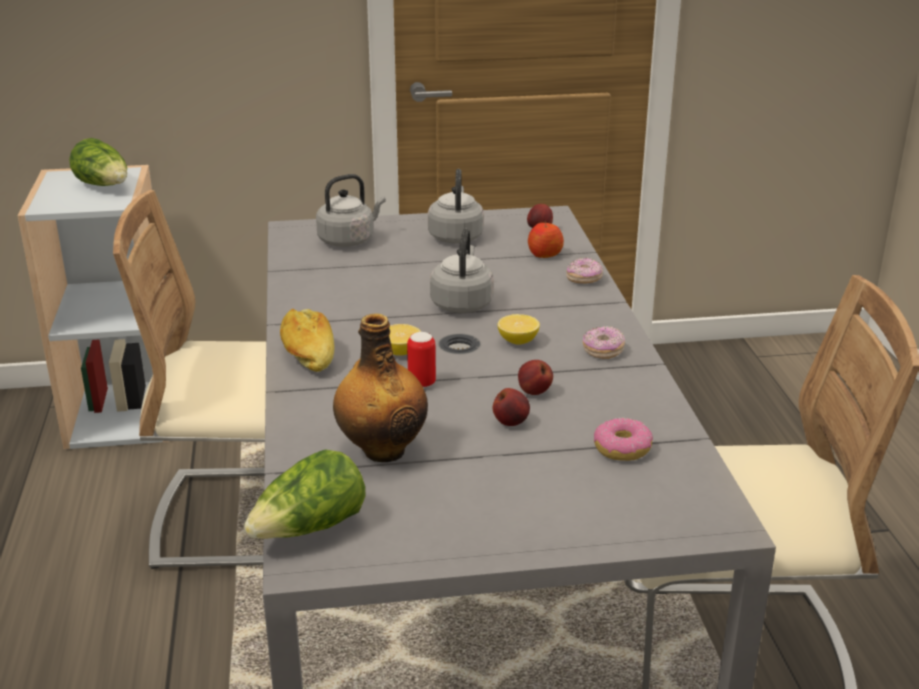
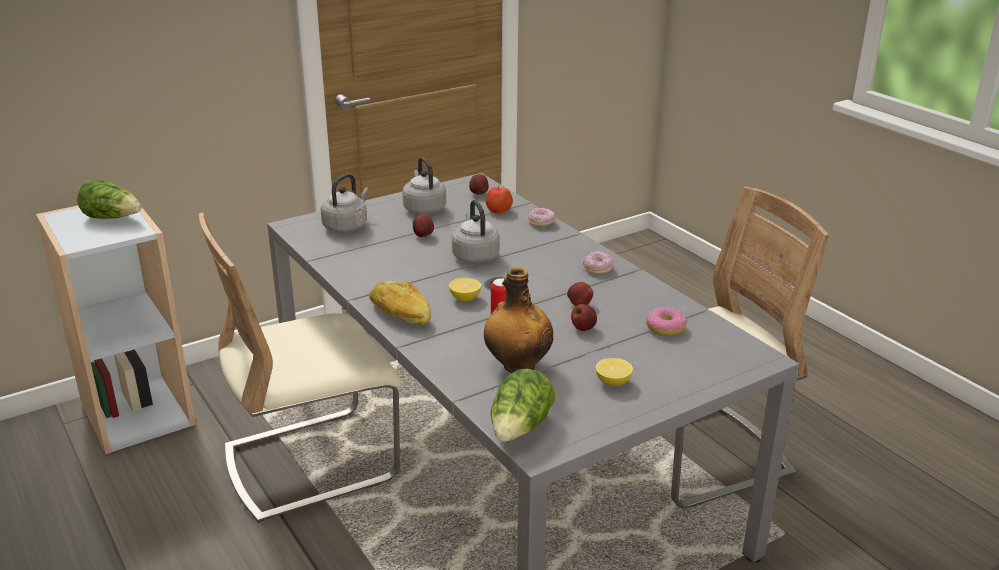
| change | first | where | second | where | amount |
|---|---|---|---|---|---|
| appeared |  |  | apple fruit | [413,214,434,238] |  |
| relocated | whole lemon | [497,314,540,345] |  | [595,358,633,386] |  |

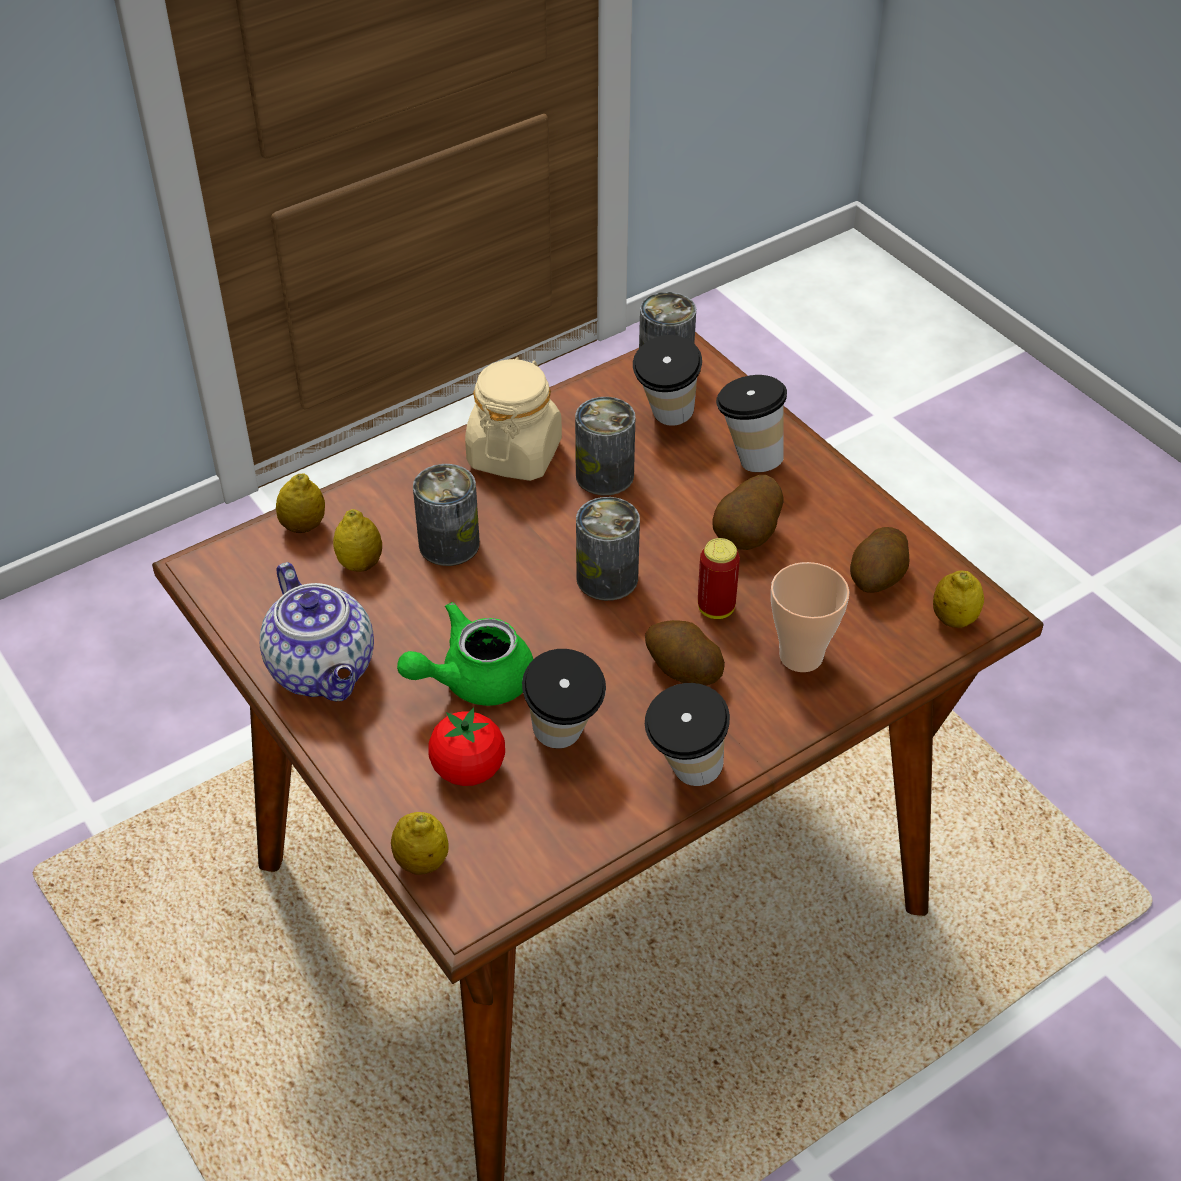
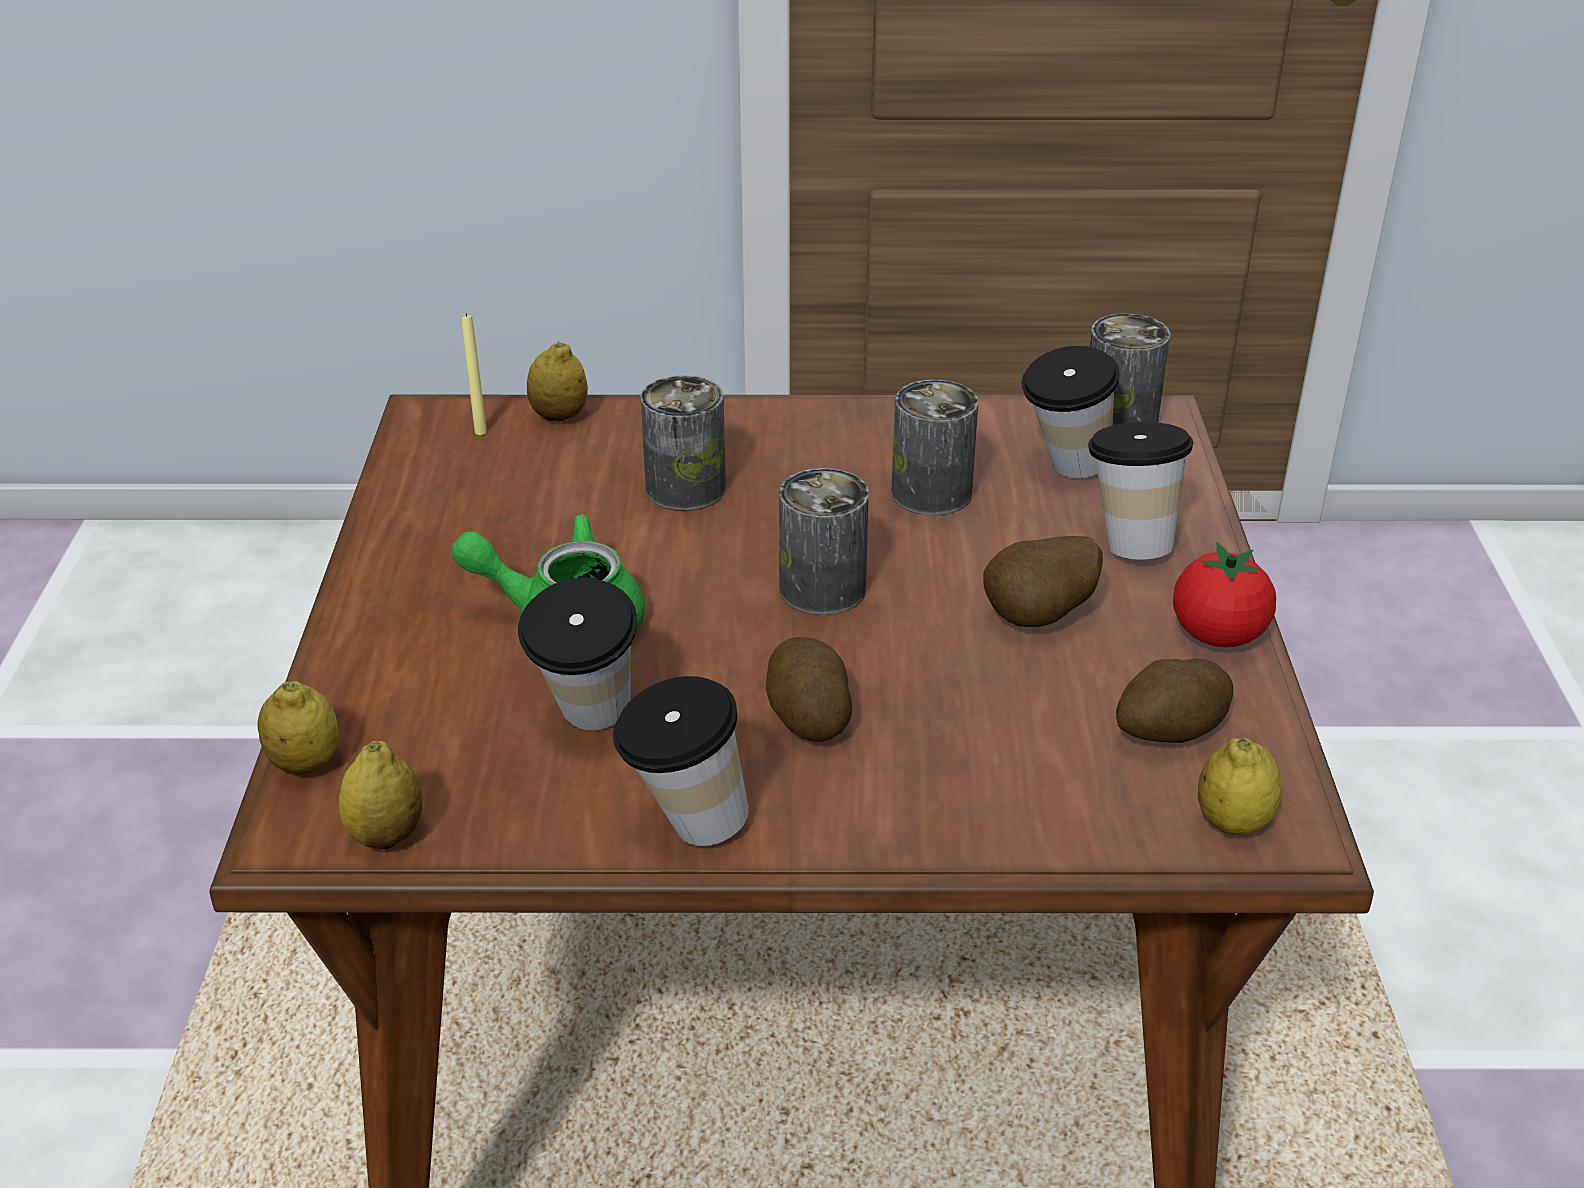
| change | first | where | second | where | amount |
|---|---|---|---|---|---|
| relocated | whole lemon | [333,509,382,572] |  | [339,741,423,850] |  |
| appeared |  |  | wax light/yellow-coloured | [462,313,487,435] |  |
| relocated | fresh tomato | [429,708,505,786] |  | [1173,542,1276,647] |  |
| missing | tea pot | [260,562,374,701] |  |  |  |
| missing | storage jar/beige-coloured | [465,357,562,481] |  |  |  |
| missing | metal can | [698,538,740,619] |  |  |  |
| missing | small cup | [771,562,850,672] |  |  |  |

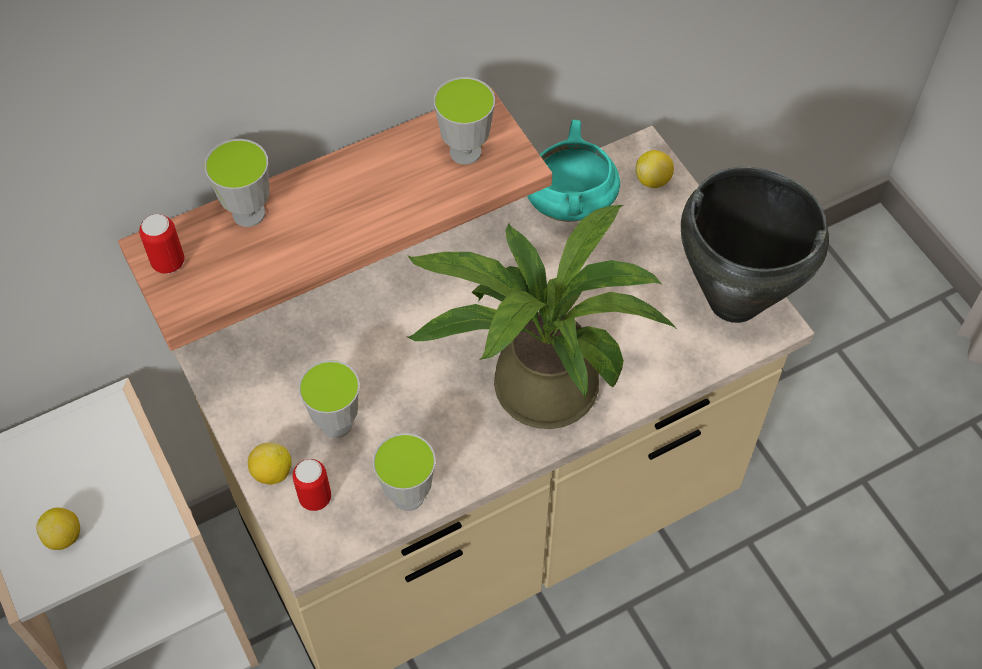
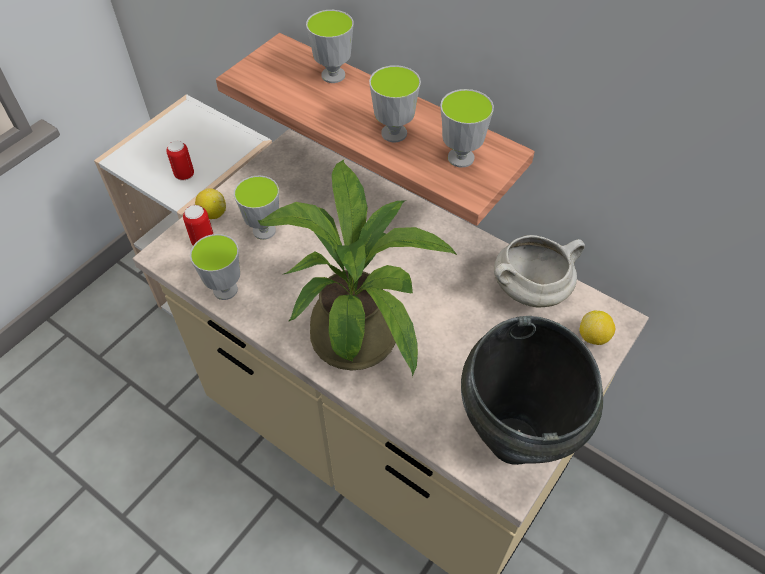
| change | first | where | second | where | amount |
|---|---|---|---|---|---|
| relocated | metal can | [139,214,185,274] |  | [166,141,194,180] |  |
| appeared |  |  | small cup | [369,65,421,142] |  |
| colour | saucepot/turquoise | [527,120,620,222] | saucepot/white | [494,235,585,307] |  |
| missing | whole lemon | [36,508,80,550] |  |  |  |

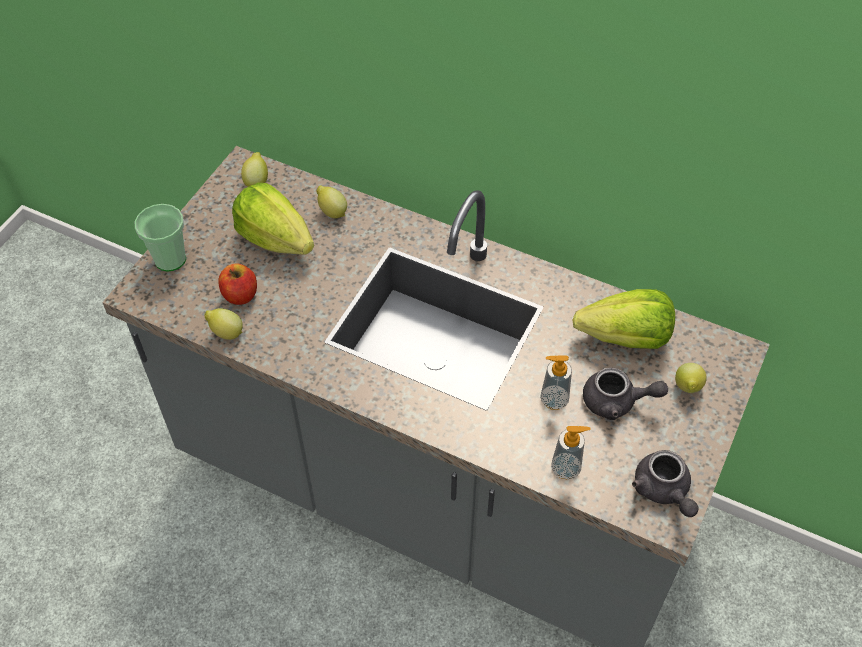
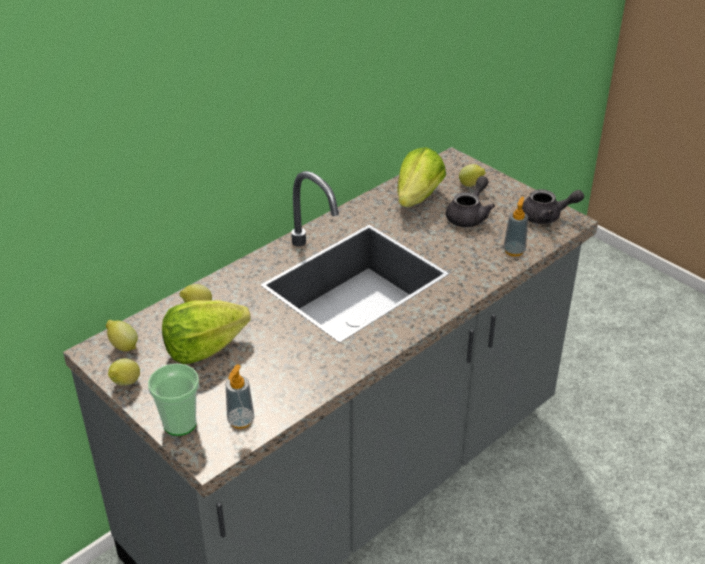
| change | first | where | second | where | amount |
|---|---|---|---|---|---|
| relocated | whole lemon | [204,308,243,340] |  | [108,358,140,386] |  |
| relocated | liquid soap bottle | [540,355,572,410] |  | [226,364,255,429] |  |
| missing | apple fruit | [218,263,257,305] |  |  |  |

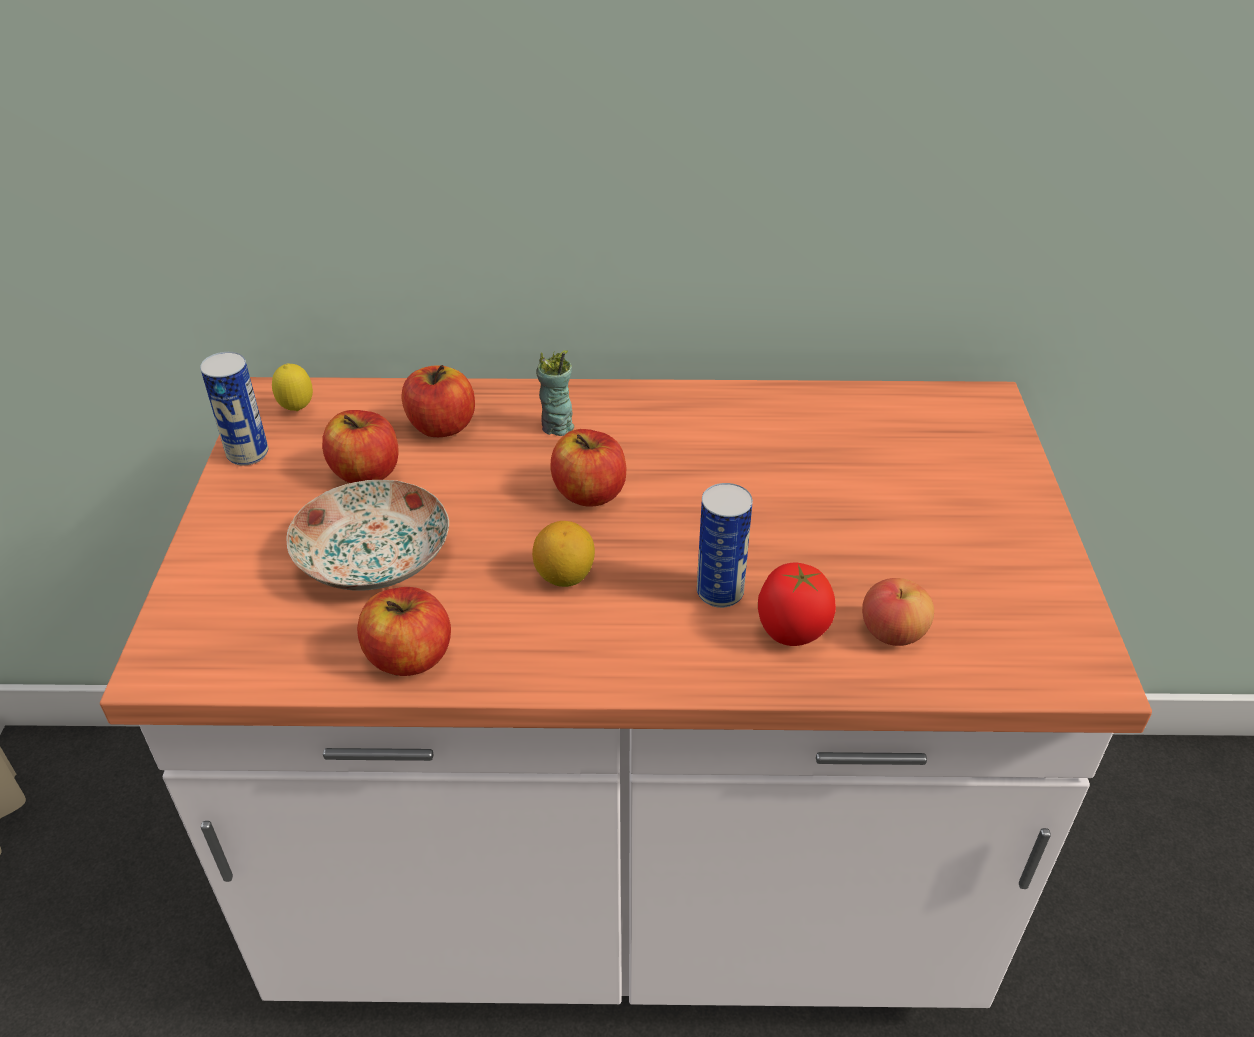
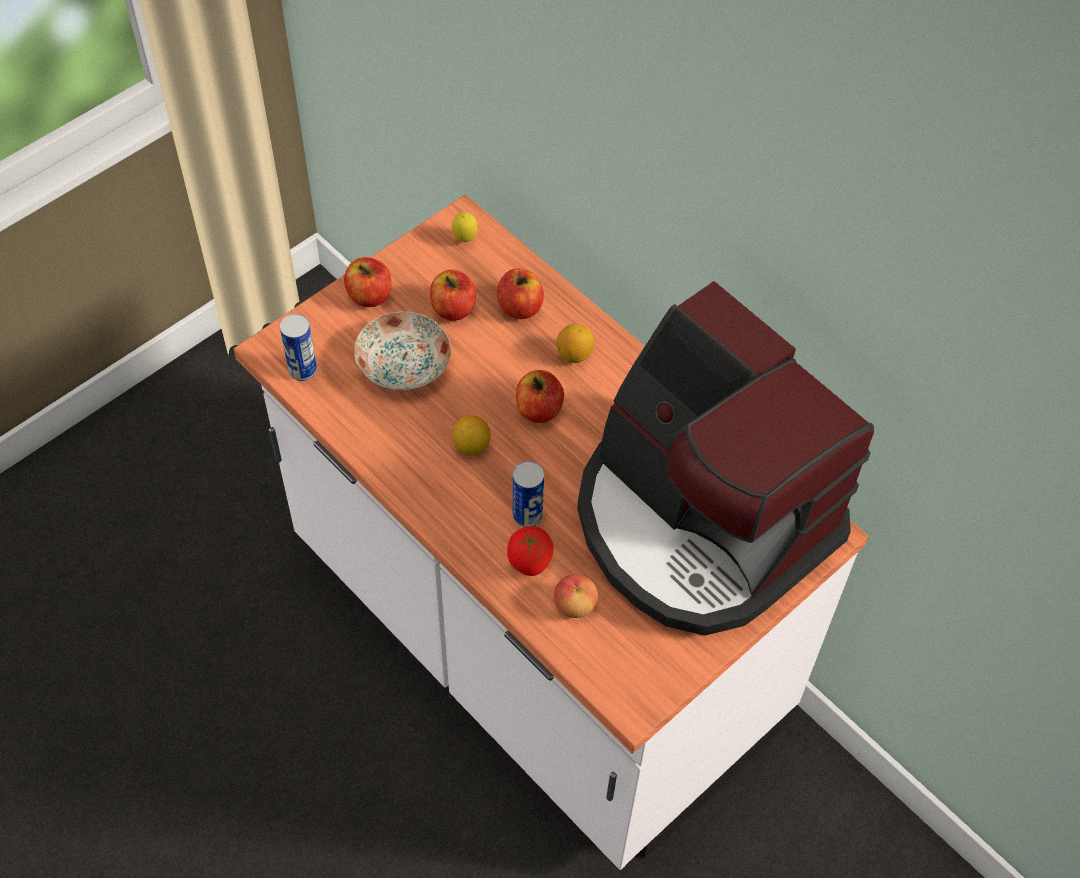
| change | first | where | second | where | amount |
|---|---|---|---|---|---|
| relocated | metal can | [200,352,268,465] |  | [280,314,317,381] |  |
| relocated | apple fruit | [357,587,451,676] |  | [344,257,391,307] |  |
| exchanged | small cup | [536,350,574,436] | whole lemon | [556,324,594,363] |  |
| appeared |  |  | coffee maker | [577,281,874,636] |  |

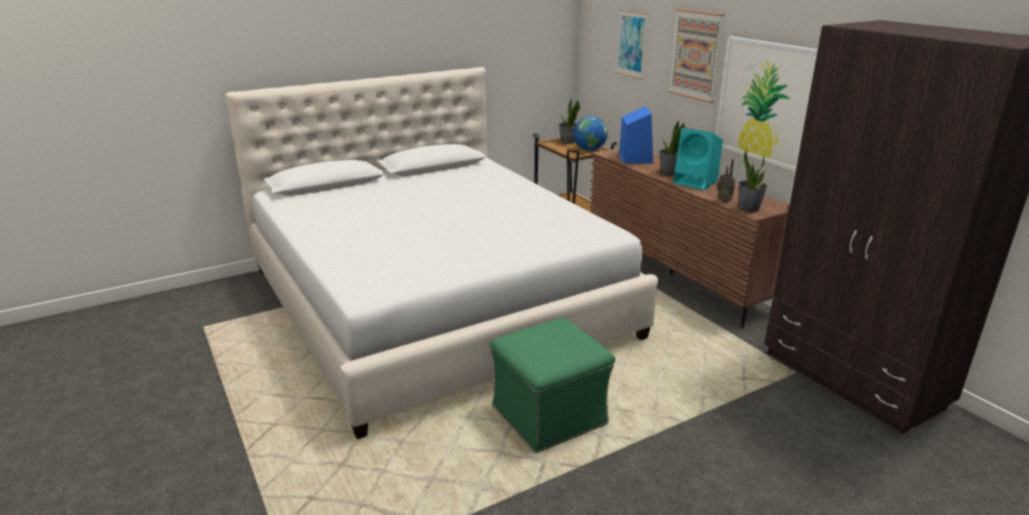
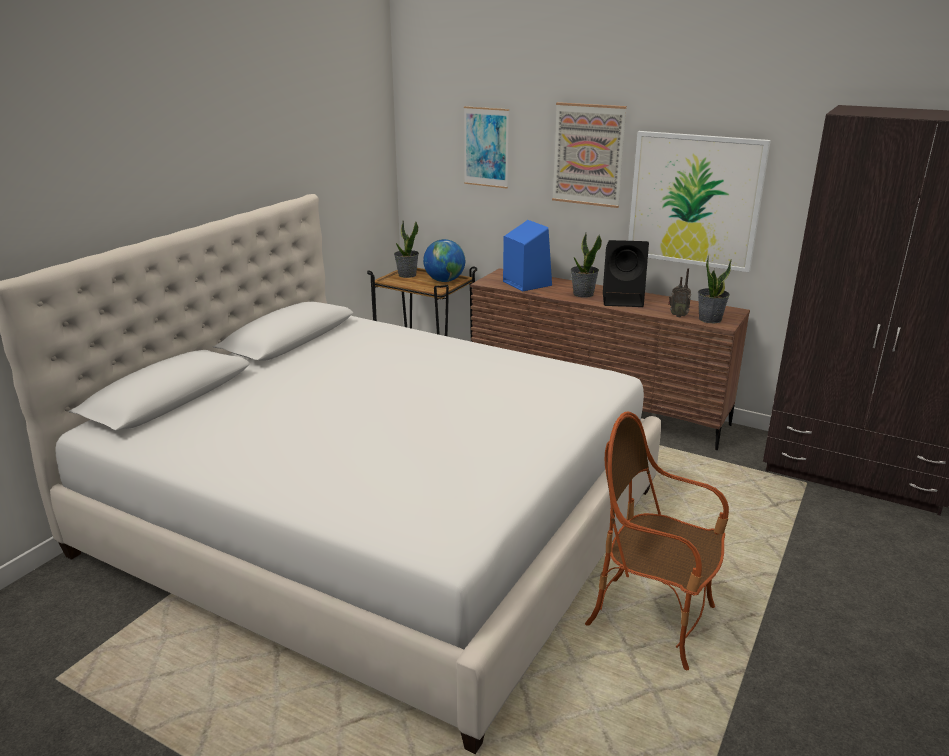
| change | first | where | second | where | amount |
|---|---|---|---|---|---|
| exchanged | pouffe/green-coloured | [490,318,615,453] | armchair | [585,412,729,670] |  |
| colour | audio speaker/turquoise | [673,128,723,190] | audio speaker/black-coloured | [603,240,649,307] |  |

